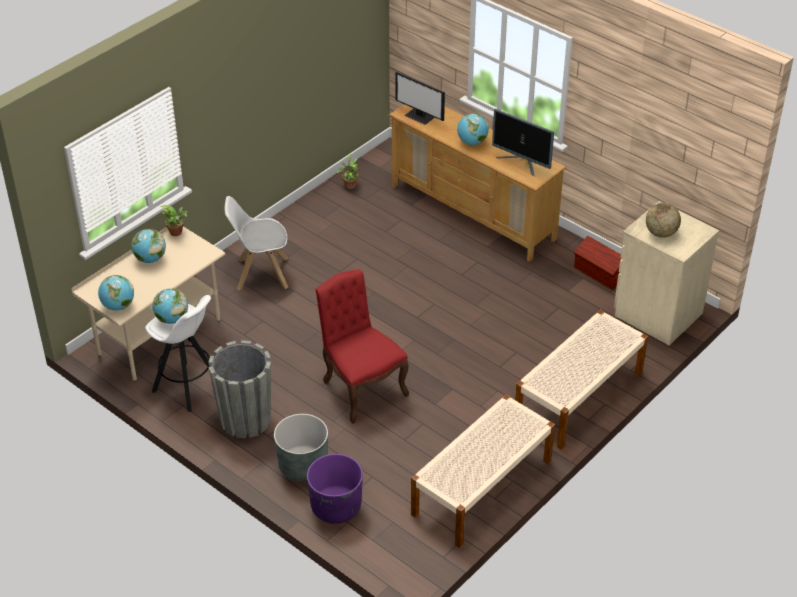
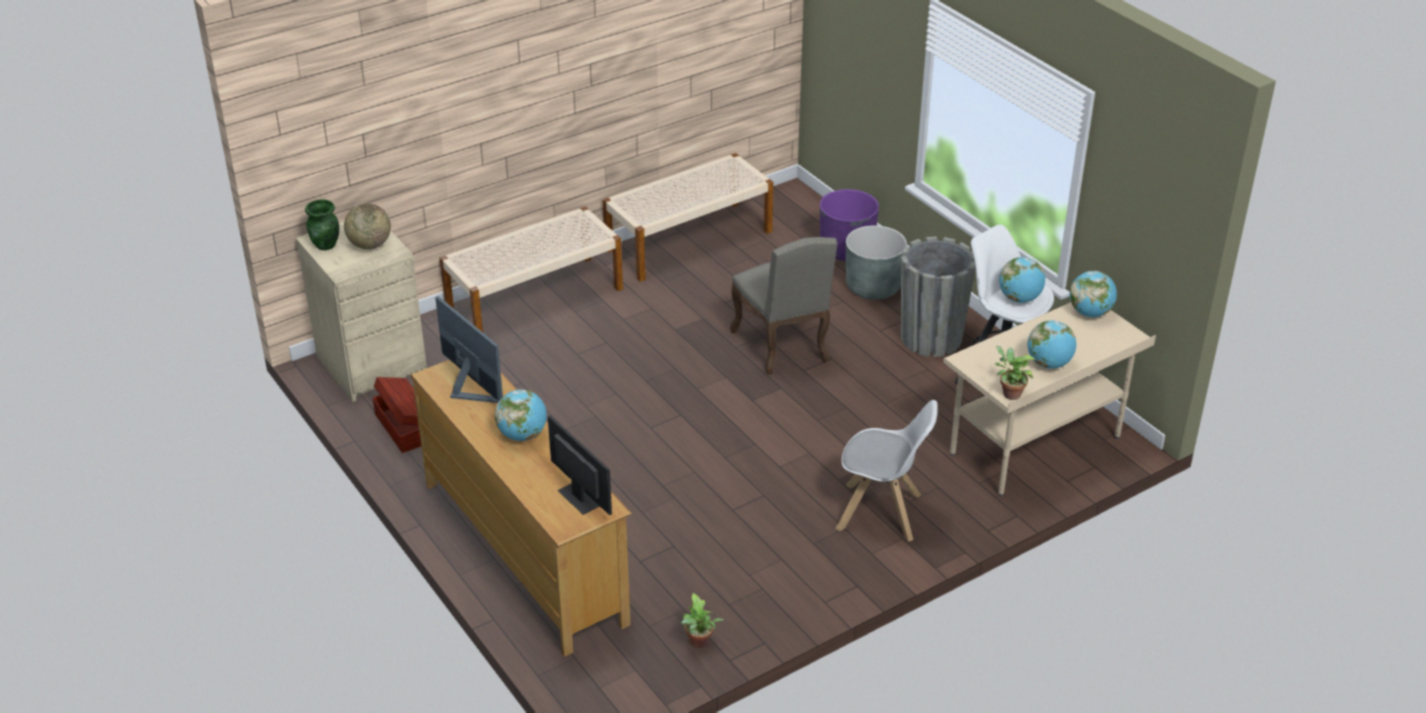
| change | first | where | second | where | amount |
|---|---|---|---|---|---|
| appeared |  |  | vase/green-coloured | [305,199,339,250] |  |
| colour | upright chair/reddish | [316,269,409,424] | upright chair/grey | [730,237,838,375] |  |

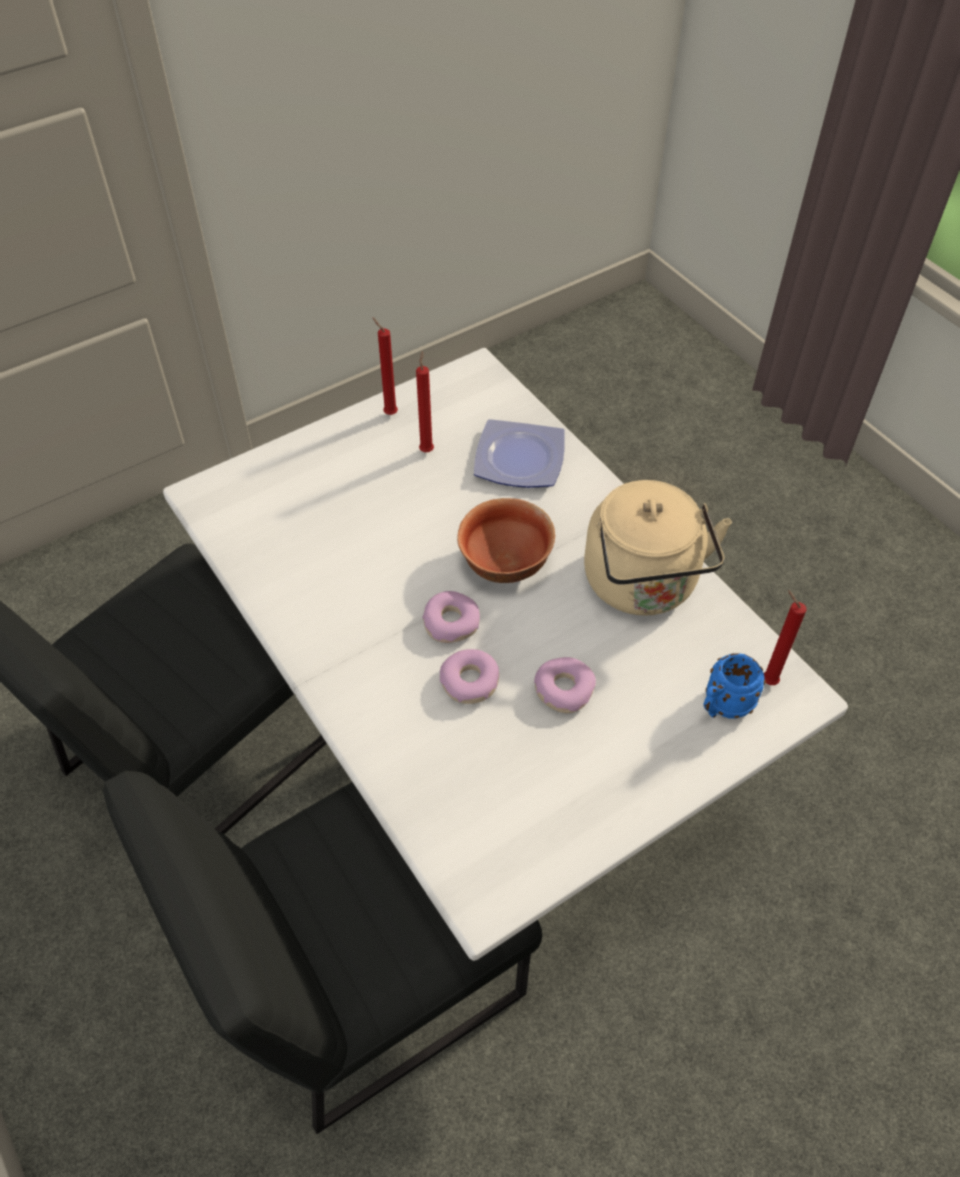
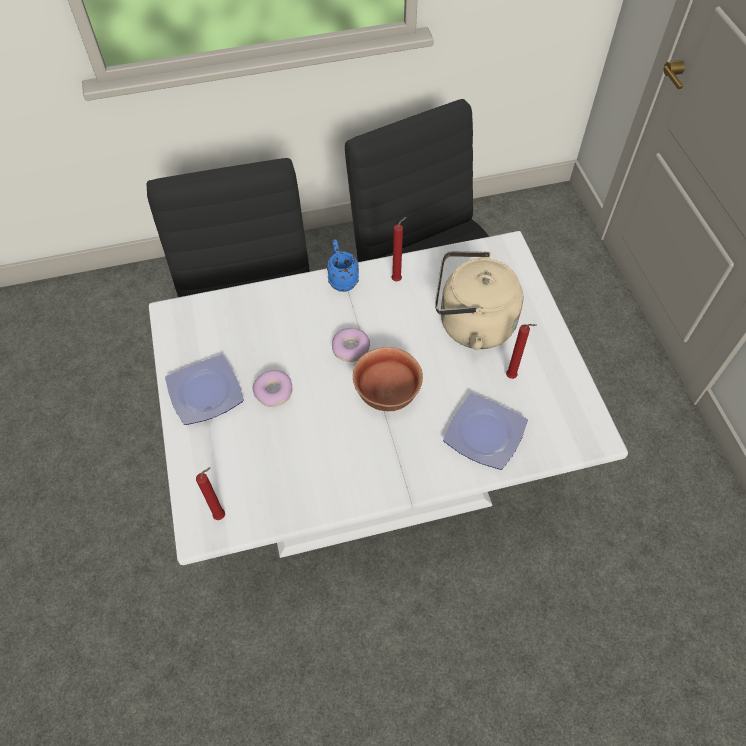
| change | first | where | second | where | amount |
|---|---|---|---|---|---|
| appeared |  |  | dinner plate | [165,355,244,425] |  |
| relocated | tea mug/bluish | [704,653,766,719] |  | [327,239,359,292] |  |
| relocated | wax light/reddish | [372,317,398,415] |  | [391,217,406,282] |  |
| relocated | water kettle/beige-coloured | [584,480,732,616] |  | [435,251,523,350] |  |
| missing | ring doughnut | [440,649,499,704] |  |  |  |

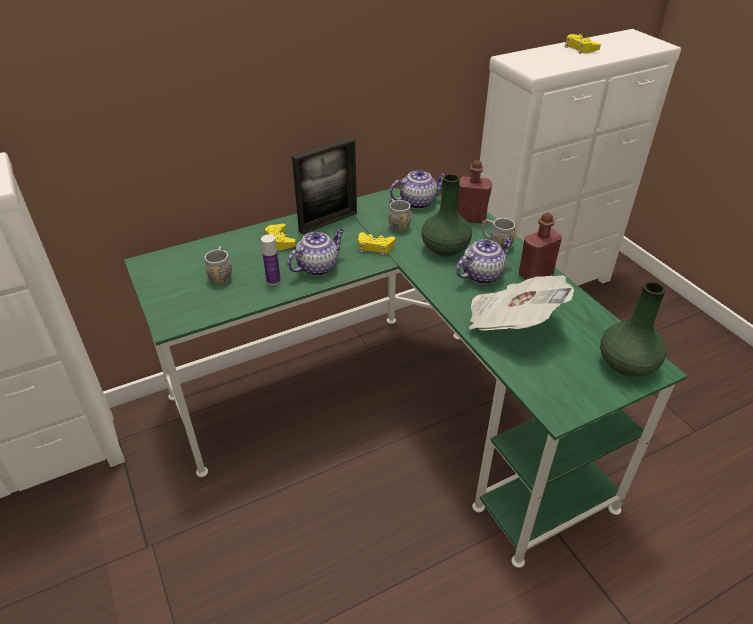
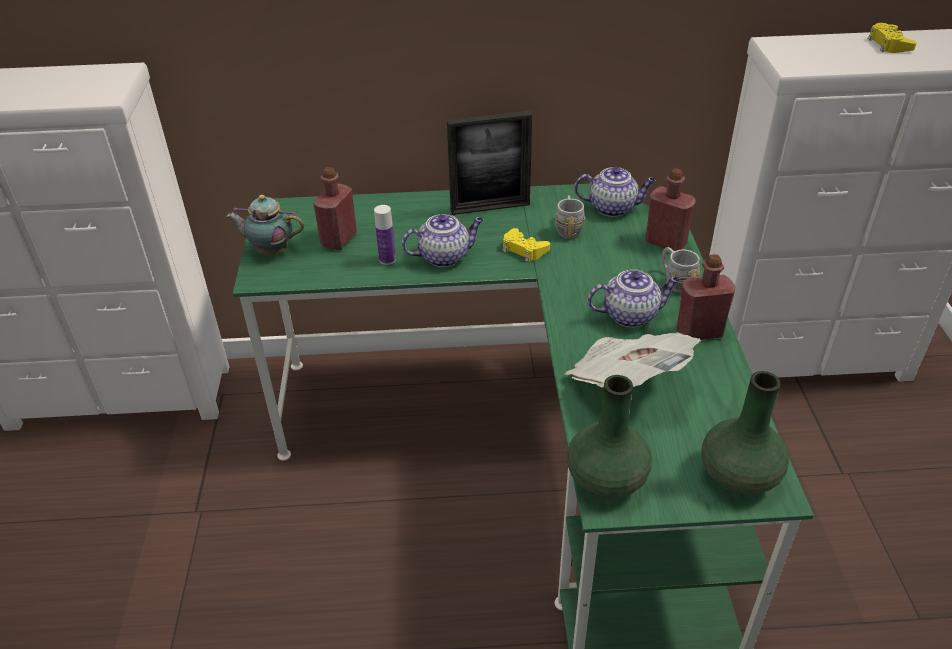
| change | first | where | second | where | amount |
|---|---|---|---|---|---|
| appeared |  |  | tea pot | [226,195,304,255] |  |
| exchanged | tea mug/grey | [205,246,232,285] | drink bottle/reddish | [313,167,357,250] |  |
| relocated | vase/green-coloured | [422,174,472,257] |  | [567,375,652,498] |  |
| missing | game controller/yellow-coloured | [265,224,296,251] |  |  |  |

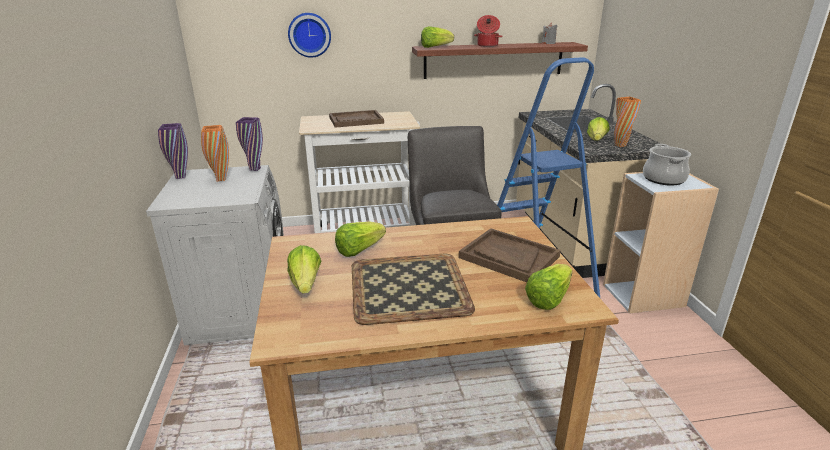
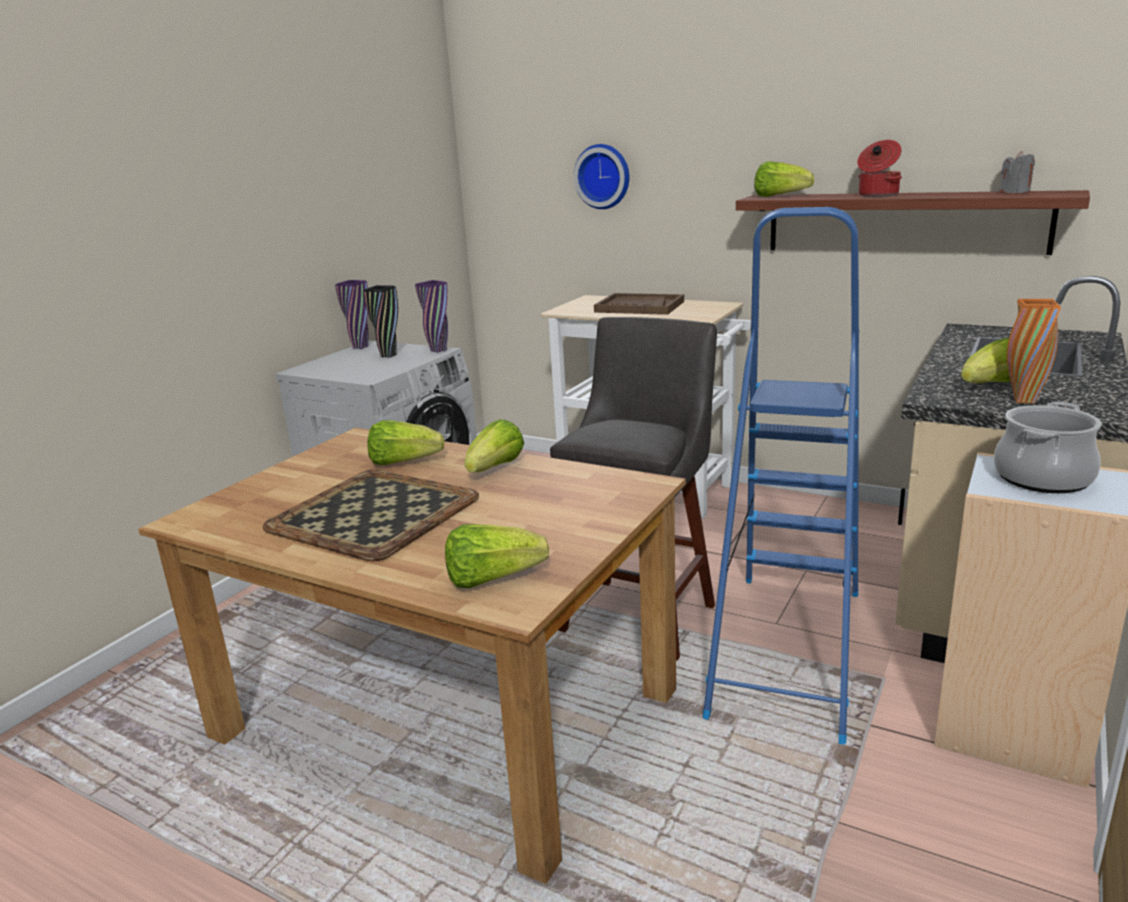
| change | first | where | second | where | amount |
|---|---|---|---|---|---|
| colour | vase/orangey | [201,125,229,181] | vase/black-coloured | [363,285,398,358] |  |
| relocated | lettuce | [287,245,322,293] |  | [464,419,524,473] |  |
| missing | carrying tray/brown | [458,228,561,282] |  |  |  |

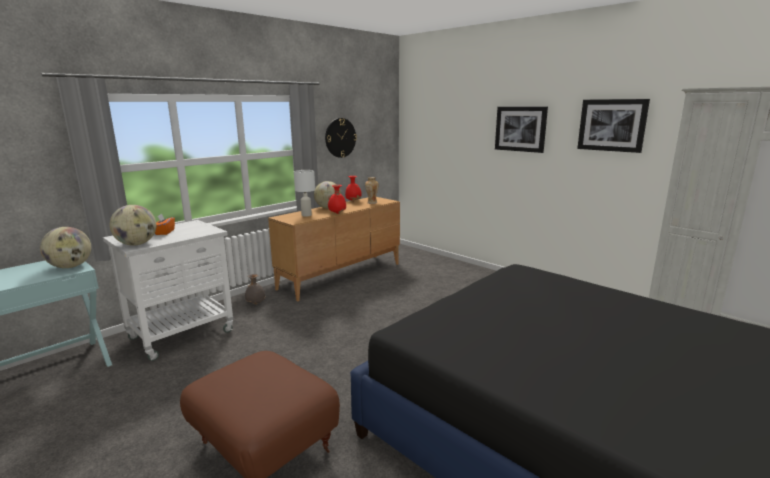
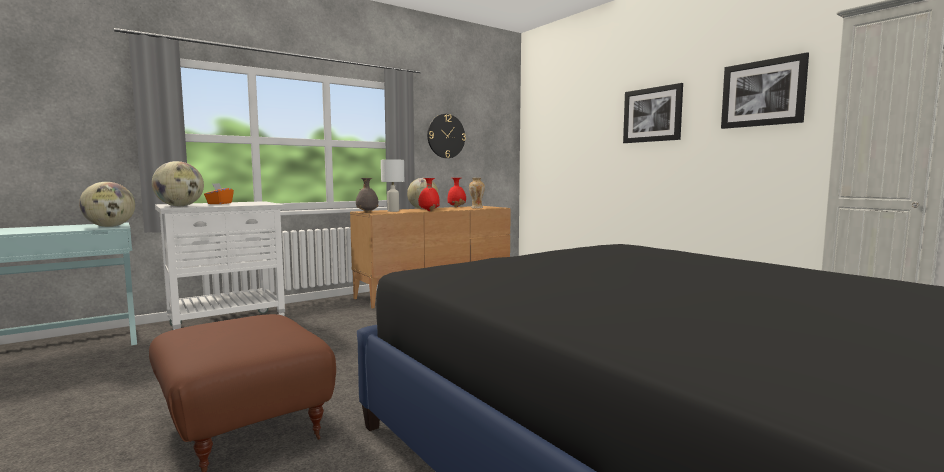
| change | first | where | second | where | amount |
|---|---|---|---|---|---|
| relocated | vase/grey | [245,274,265,304] |  | [356,178,379,213] |  |

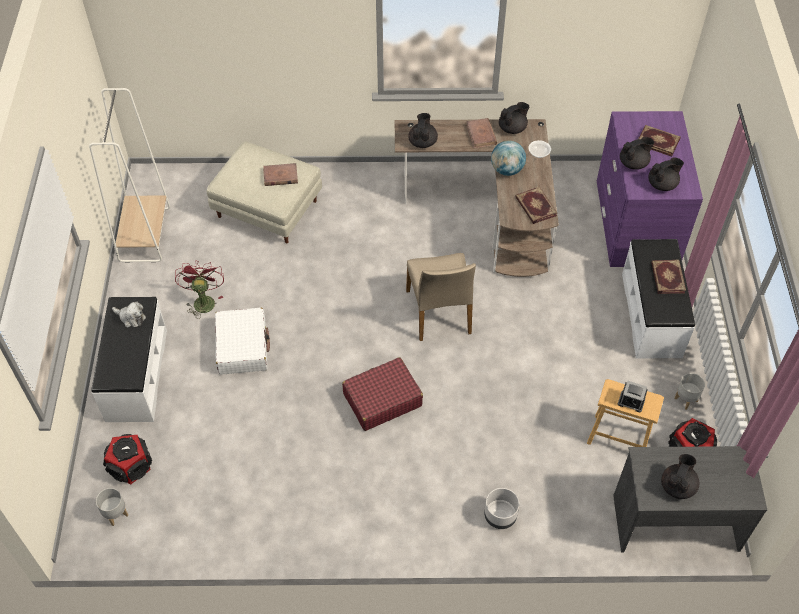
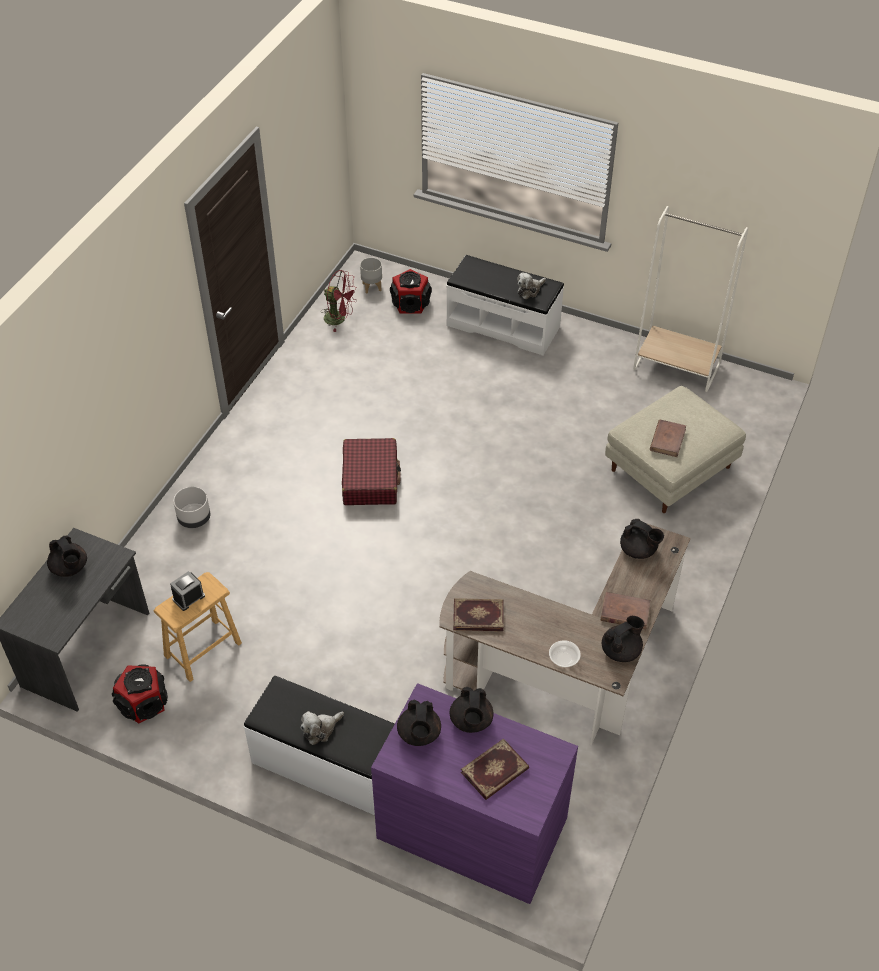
| change | first | where | second | where | amount |
|---|---|---|---|---|---|
| exchanged | bound book | [651,260,686,294] | cuddly toy | [301,711,344,745] |  |
| relocated | electric fan/reddish | [175,261,224,319] |  | [321,270,357,332] |  |
| spun | tea pot/black-coloured | [499,102,529,134] |  | [602,616,644,662] | 120 degrees counterclockwise |
| missing | suitcase/white | [215,307,270,375] |  |  |  |
| missing | upright chair/beige-coloured | [406,253,476,341] |  |  |  |
| missing | world globe | [491,140,526,176] |  |  |  |
| missing | flower pot/grey | [674,373,705,410] |  |  |  |

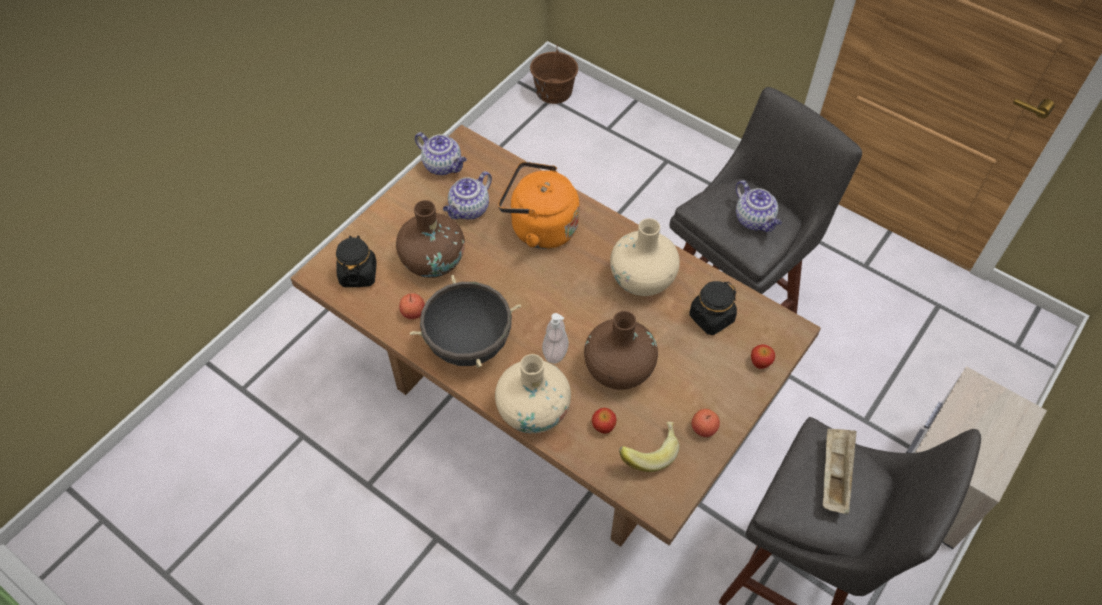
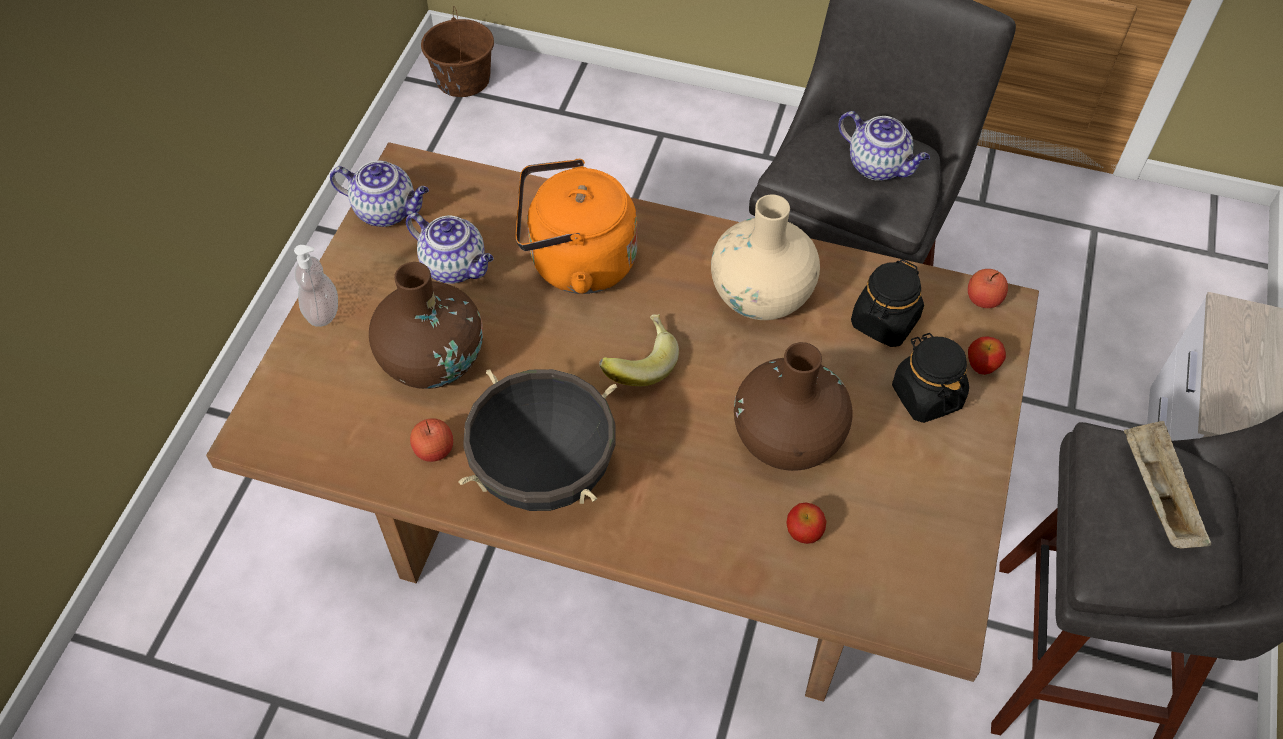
| change | first | where | second | where | amount |
|---|---|---|---|---|---|
| relocated | liquid soap bottle | [542,313,569,363] |  | [294,245,338,327] |  |
| spun | tea pot | [443,171,492,220] |  | [406,213,494,284] | 75 degrees counterclockwise |
| relocated | whole banana | [619,422,679,472] |  | [599,314,679,386] |  |
| relocated | storage jar/black-coloured | [336,235,377,287] |  | [892,333,969,423] |  |
| relocated | apple fruit | [692,409,720,437] |  | [968,269,1008,308] |  |
| missing | vase/beige-coloured | [495,354,571,433] |  |  |  |

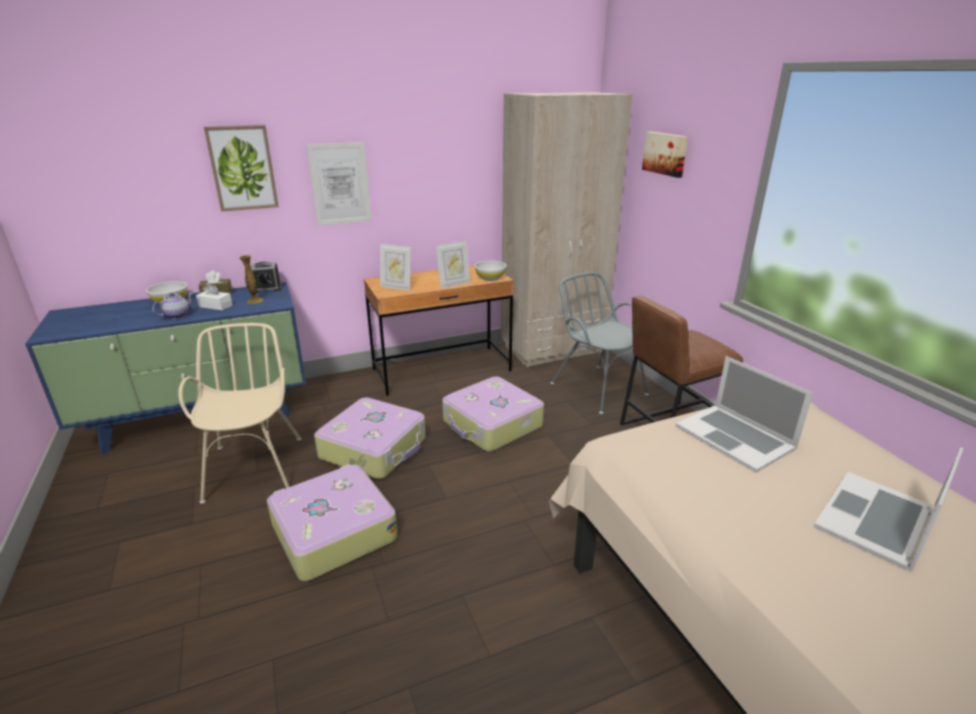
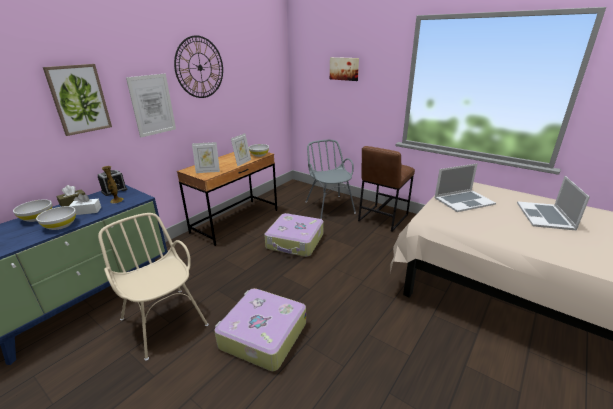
| change | first | where | second | where | amount |
|---|---|---|---|---|---|
| exchanged | tea pot | [152,293,193,319] | deep dish/white | [36,206,76,230] |  |
| appeared |  |  | hanging clock | [174,35,223,98] |  |
| spun | upright chair/grey | [551,272,649,414] |  | [305,140,356,220] | 45 degrees clockwise |
| spun | laptop | [676,356,813,472] |  | [435,163,496,212] | 45 degrees counterclockwise |
| missing | suitcase | [314,397,426,479] |  |  |  |
| missing | wardrobe/beige-coloured | [501,92,632,367] |  |  |  |

